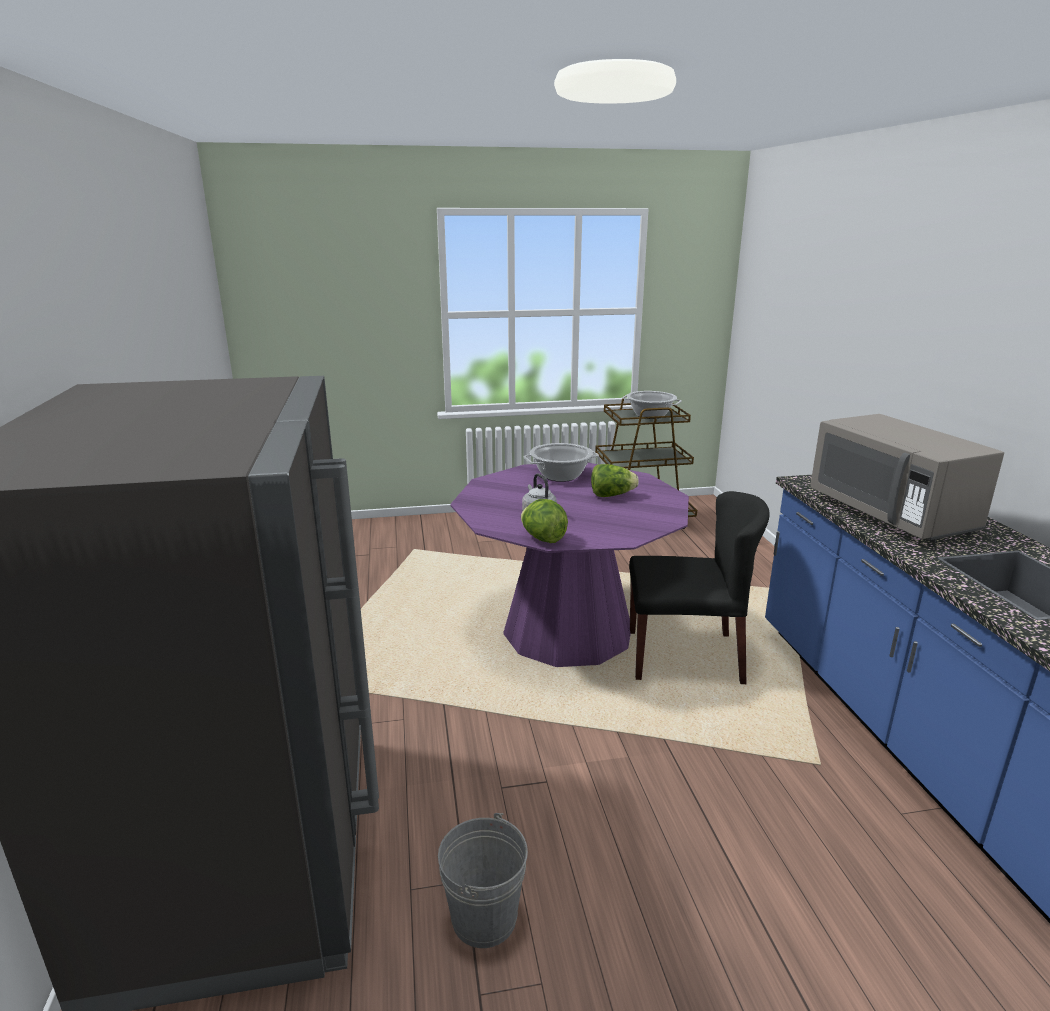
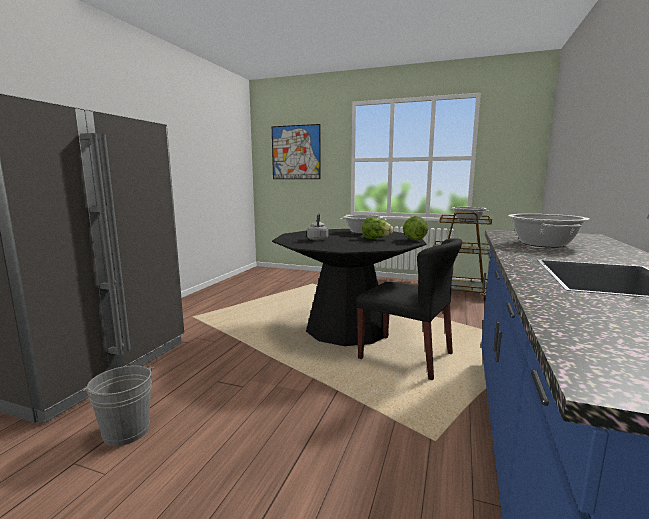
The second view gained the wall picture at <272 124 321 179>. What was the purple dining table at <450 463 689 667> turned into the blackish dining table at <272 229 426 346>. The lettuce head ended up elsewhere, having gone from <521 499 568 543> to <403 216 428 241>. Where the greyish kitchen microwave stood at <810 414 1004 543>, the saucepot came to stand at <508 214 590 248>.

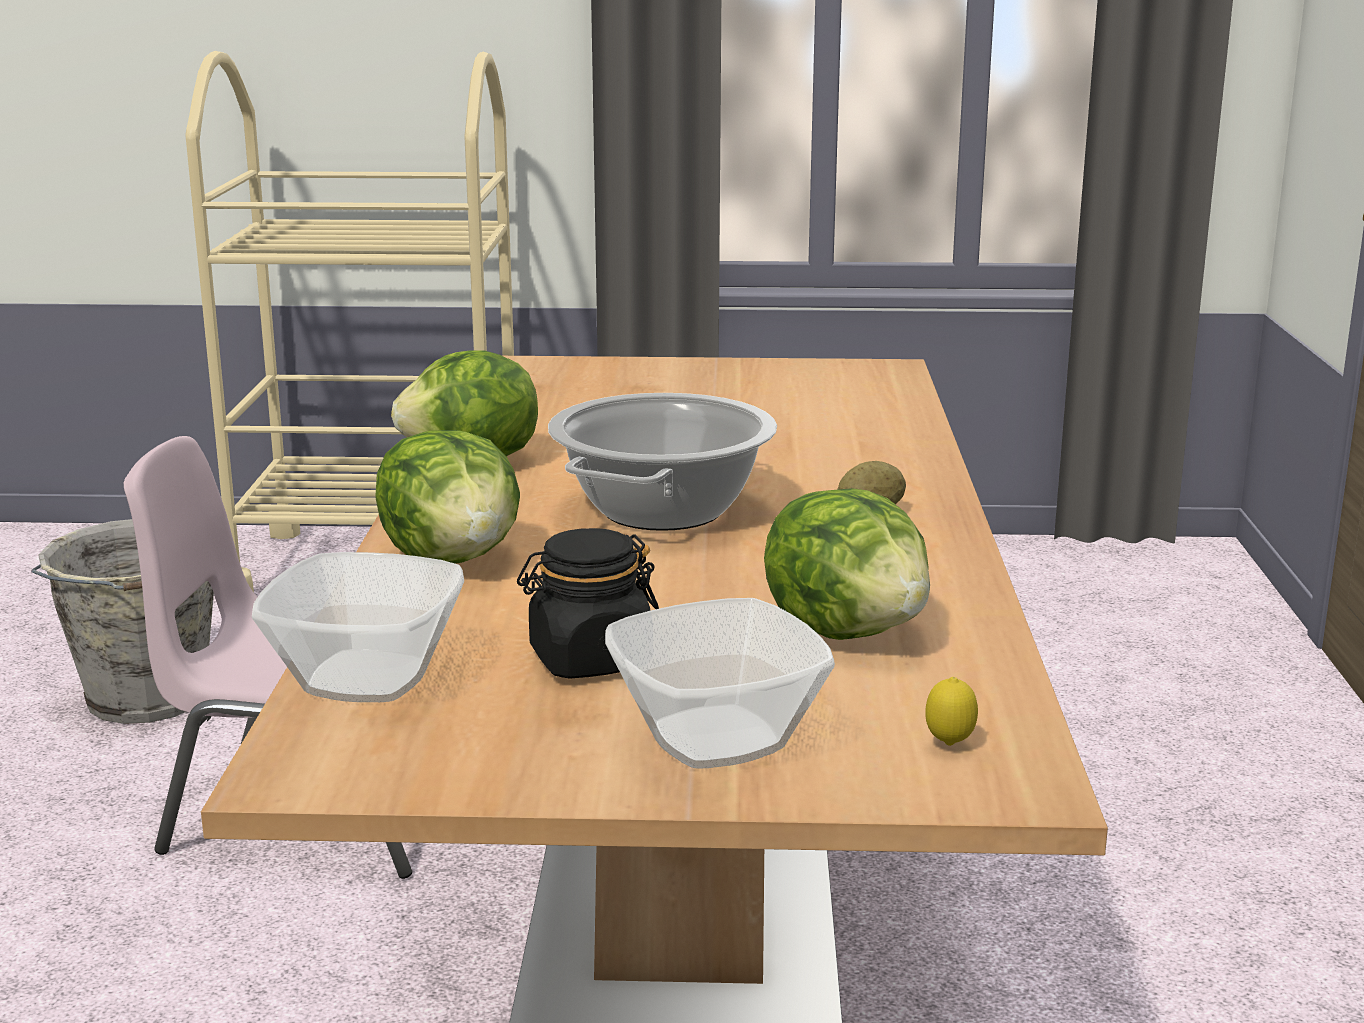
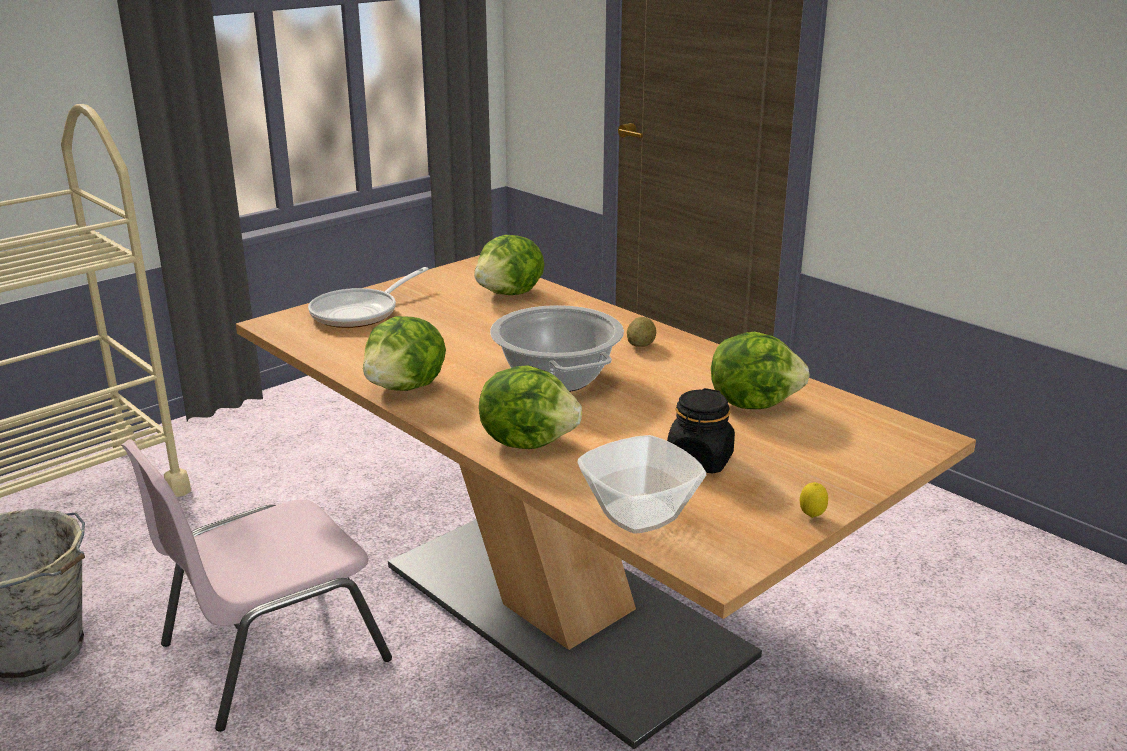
The second view gained the pan at <308 267 429 328>. The second view gained the lettuce head at <474 235 544 295>. The lemon ended up elsewhere, having gone from <925 677 978 746> to <800 482 828 518>. The second view lost the serving bowl at <605 598 835 768>.

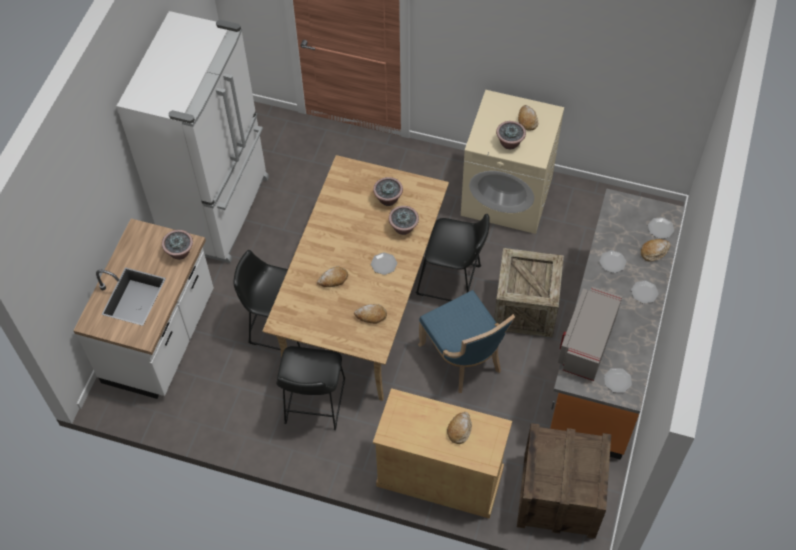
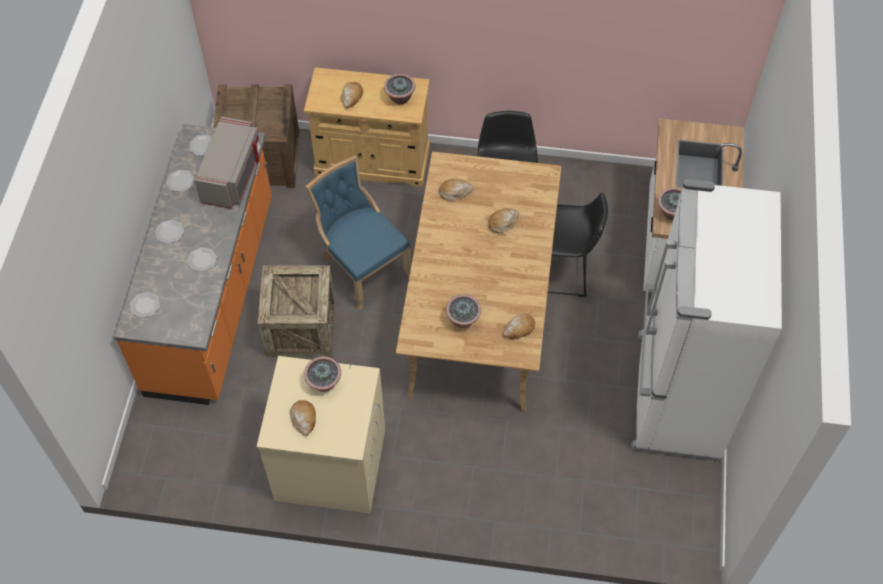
The dinner plate ended up elsewhere, having gone from <371 252 397 275> to <166 170 195 192>. The plant in a pot ended up elsewhere, having gone from <389 206 419 235> to <384 74 415 105>. The bakery bread ended up elsewhere, having gone from <641 239 671 262> to <503 313 535 339>. The second view lost the blackish sitting stool at <416 214 490 301>.

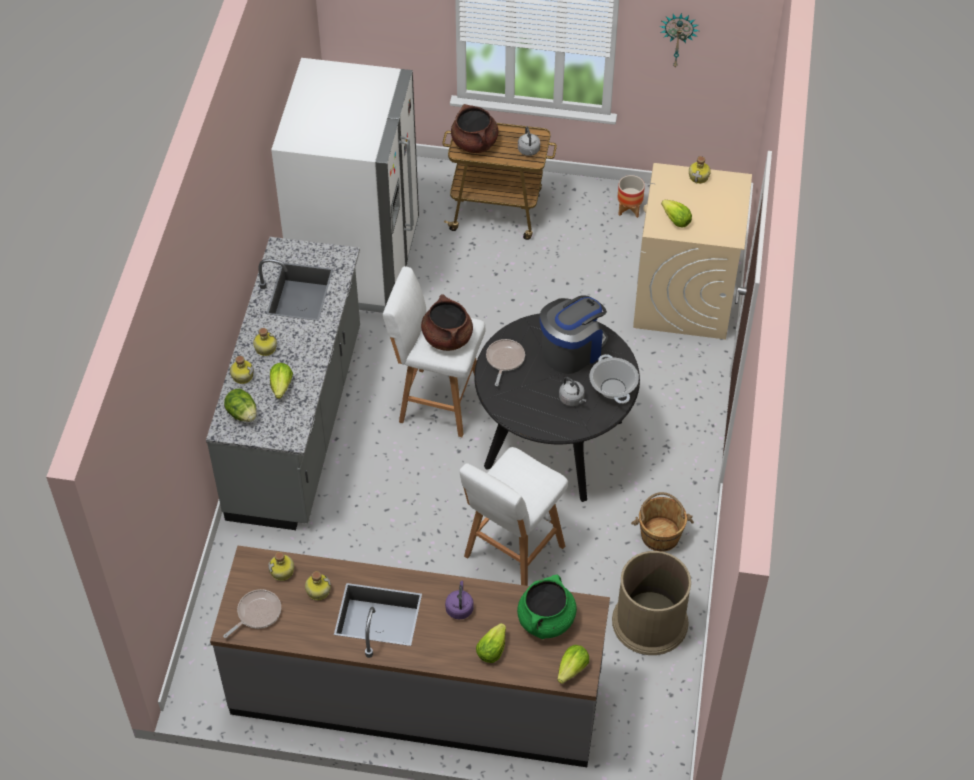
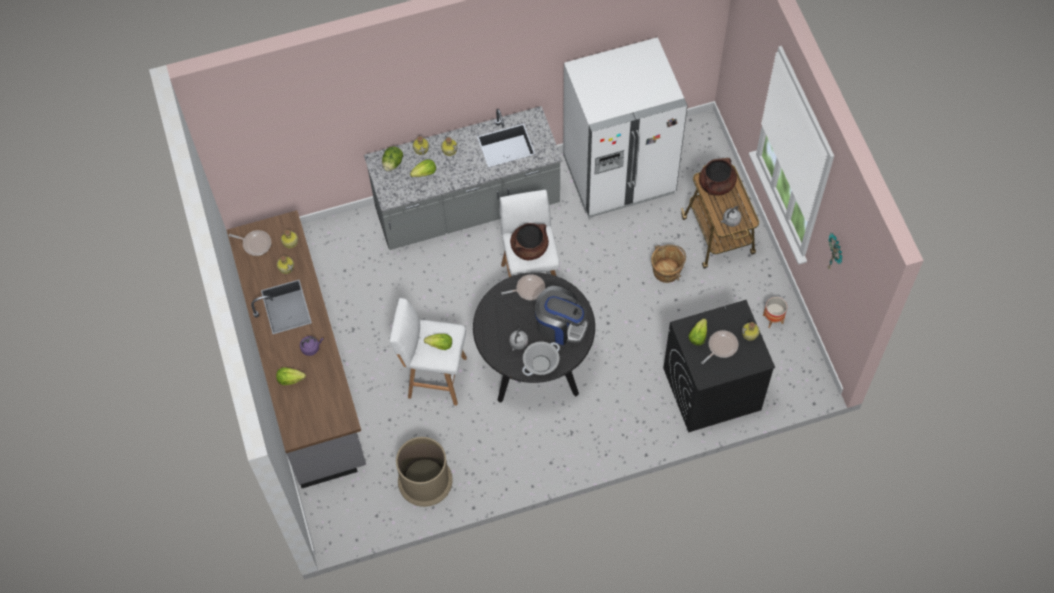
The lettuce head ended up elsewhere, having gone from <557 645 589 684> to <424 334 452 350>. The brownish bucket ended up elsewhere, having gone from <631 492 694 552> to <651 244 686 283>. What was the beige laundry appliance at <633 163 752 339> turned into the blackish laundry appliance at <663 300 775 432>. The second view gained the pan at <701 330 738 364>. The second view lost the green-coloured saucepot at <517 575 577 639>.

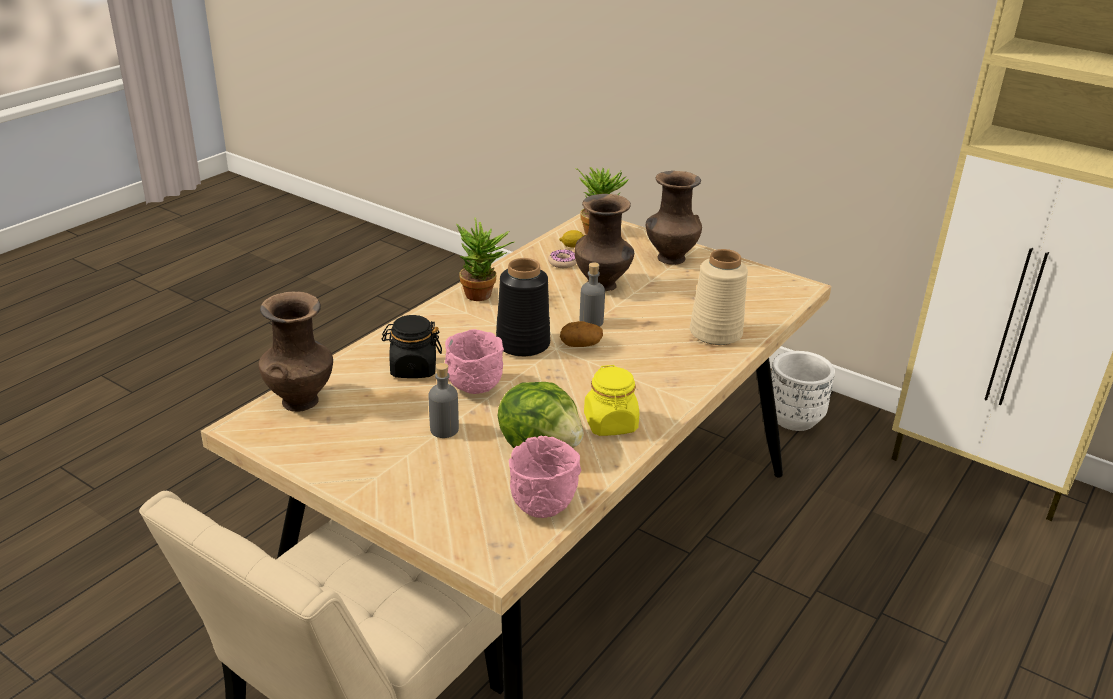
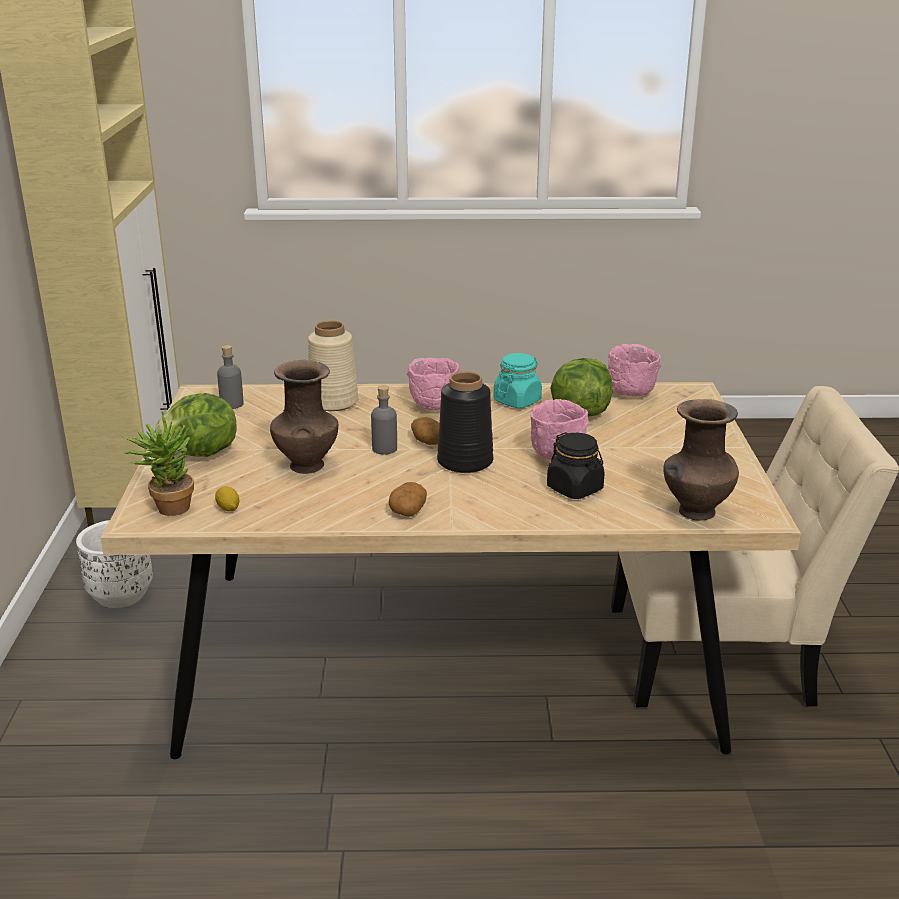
Where the brownish flower vase stood at <646 171 702 265>, the lettuce head came to stand at <155 393 237 457>. The greyish bottle ended up elsewhere, having gone from <428 363 459 438> to <217 345 244 409>. Where the plant in a pot stood at <456 218 515 301>, the potato came to stand at <389 482 427 516>. The second view gained the pinkish serving bowl at <407 358 459 410>. What was the yellow jar at <584 365 639 436> turned into the turquoise-coloured jar at <494 353 542 408>. The second view lost the doughnut at <548 250 576 268>.

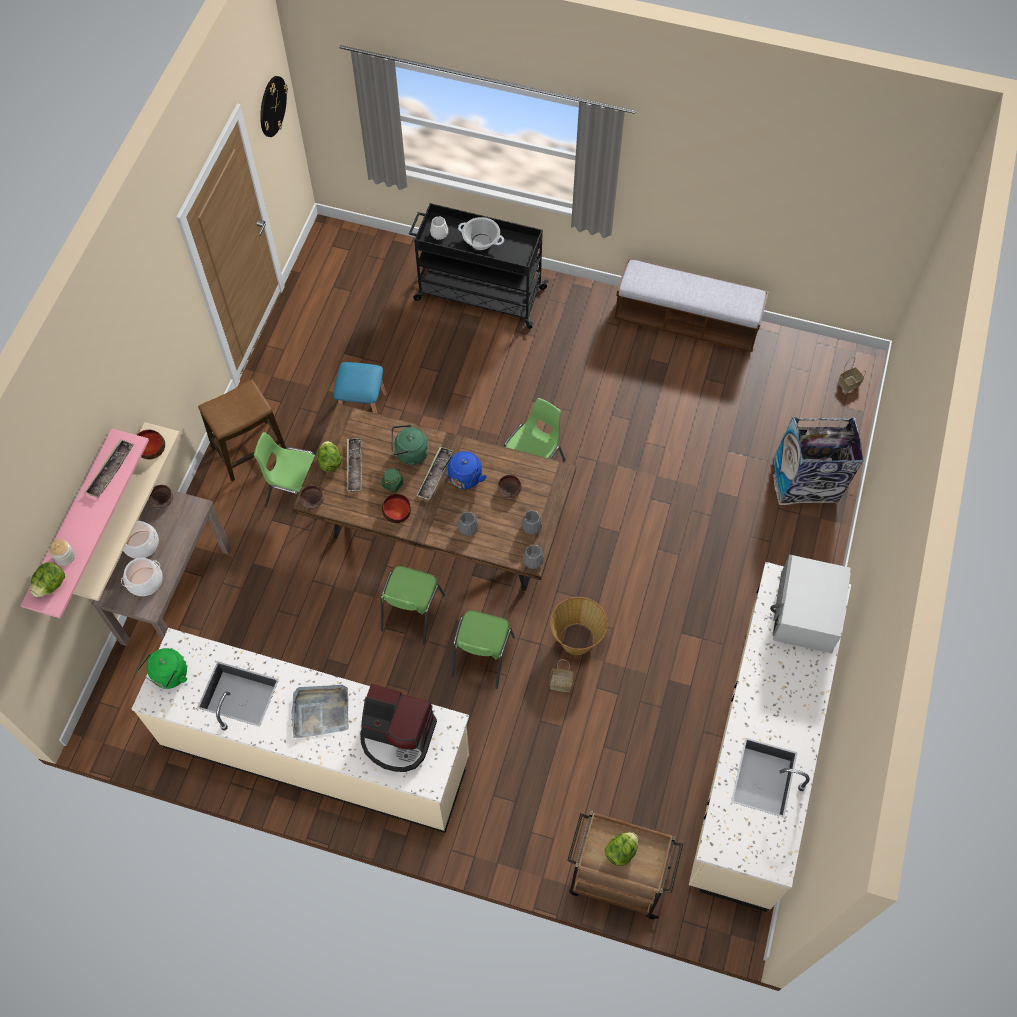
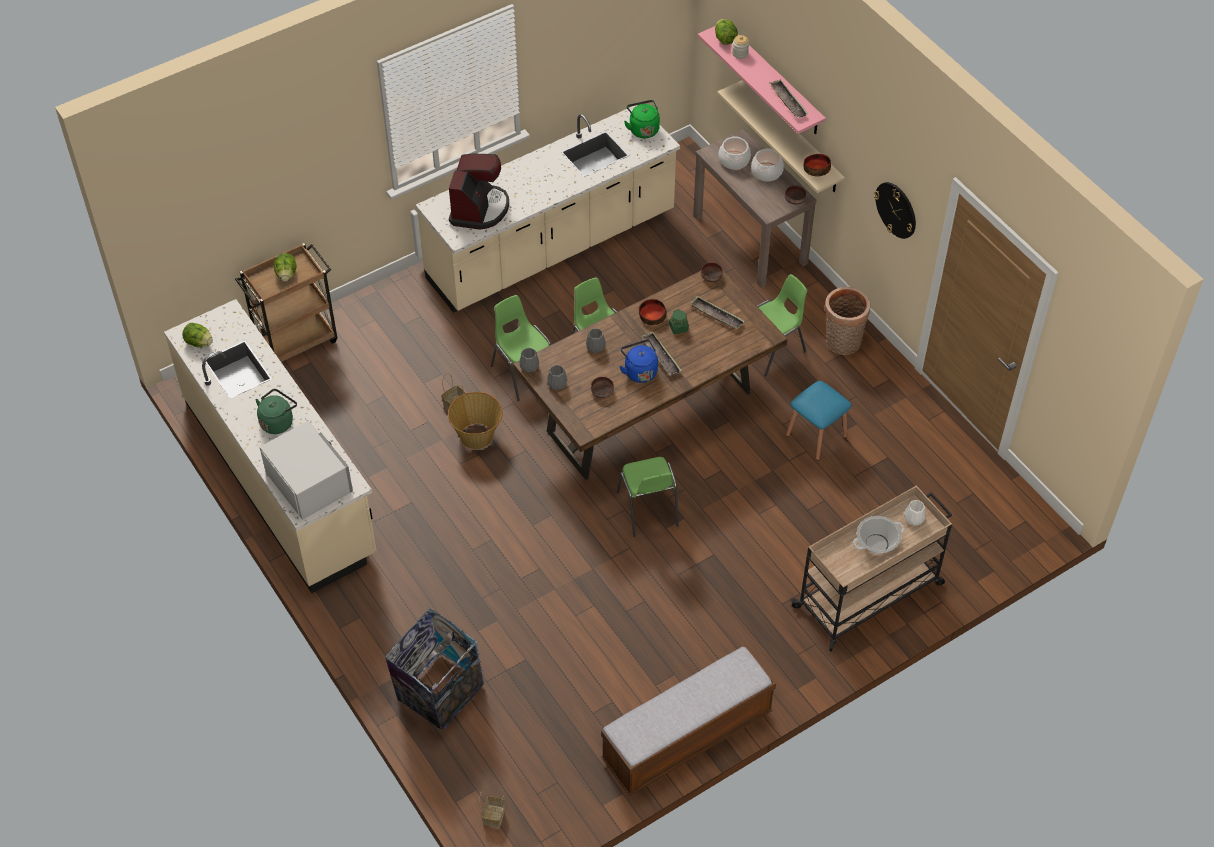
The lettuce head ended up elsewhere, having gone from <317 441 341 472> to <182 323 213 347>. The green-coloured tea kettle ended up elsewhere, having gone from <392 425 429 466> to <255 389 297 434>. The coffee brewer at <360 684 437 772> ended up facing another way, 135 degrees clockwise from before. What was the blackish trolley at <409 203 549 329> turned into the beige trolley at <791 486 952 652>. Where the sitting stool stood at <198 379 286 481>, the household basket came to stand at <824 287 870 355>. The hanging clock ended up elsewhere, having gone from <260 76 288 137> to <874 182 916 239>. The second view lost the greyish serving tray at <292 685 348 738>.

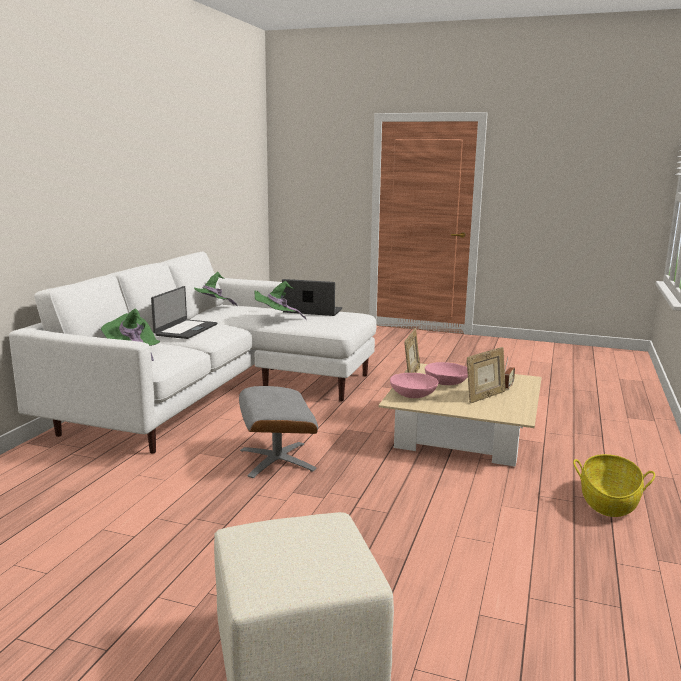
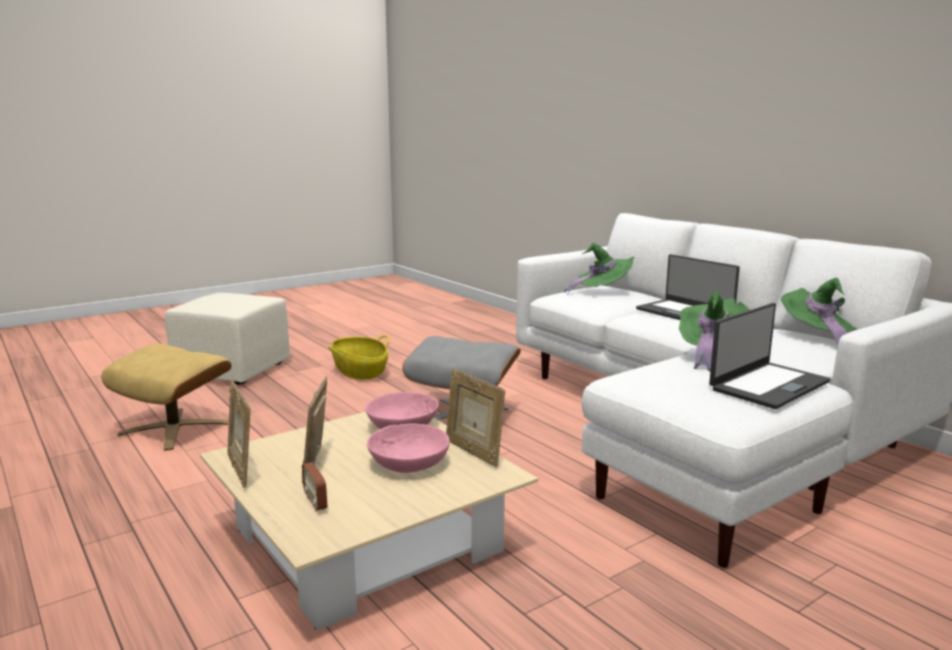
The second view gained the beige pouffe at <101 343 232 451>. The second view gained the standing frame at <227 381 250 488>. The household basket ended up elsewhere, having gone from <573 454 655 517> to <328 335 390 380>.

